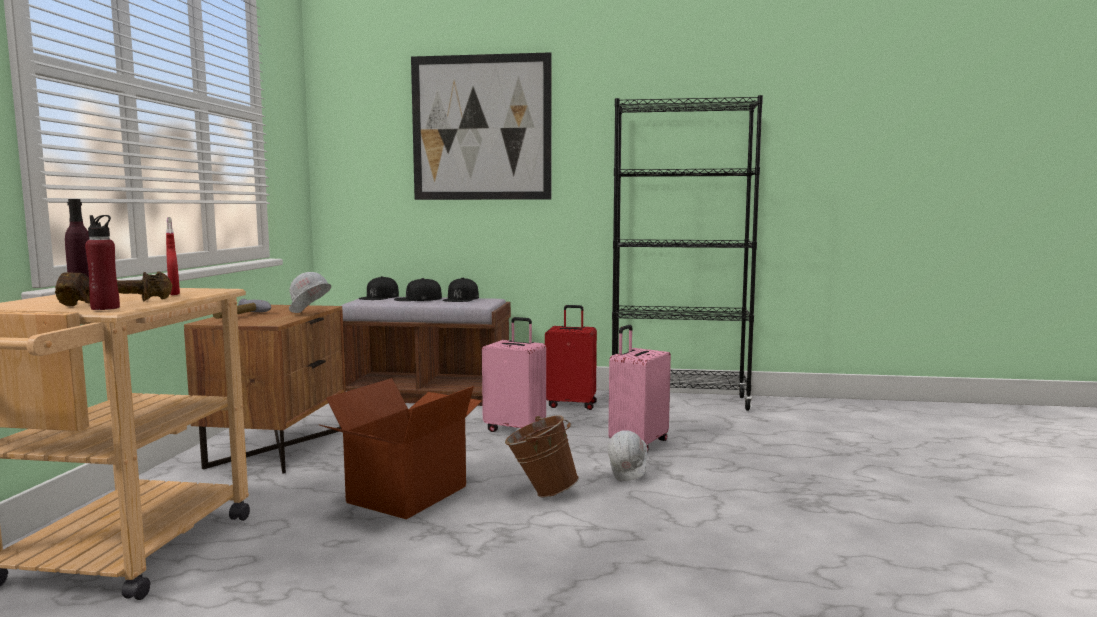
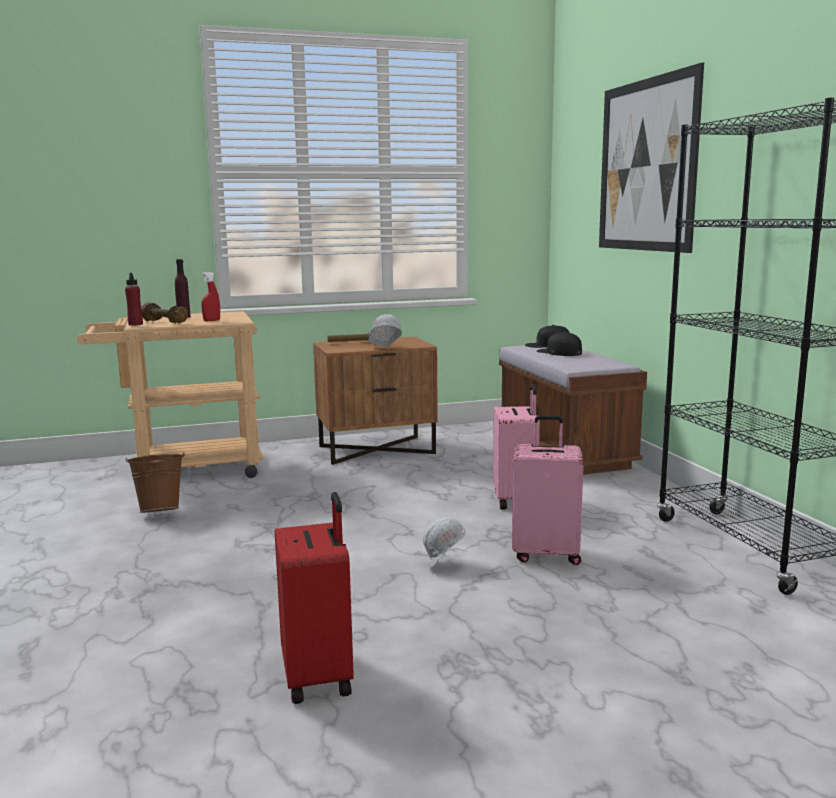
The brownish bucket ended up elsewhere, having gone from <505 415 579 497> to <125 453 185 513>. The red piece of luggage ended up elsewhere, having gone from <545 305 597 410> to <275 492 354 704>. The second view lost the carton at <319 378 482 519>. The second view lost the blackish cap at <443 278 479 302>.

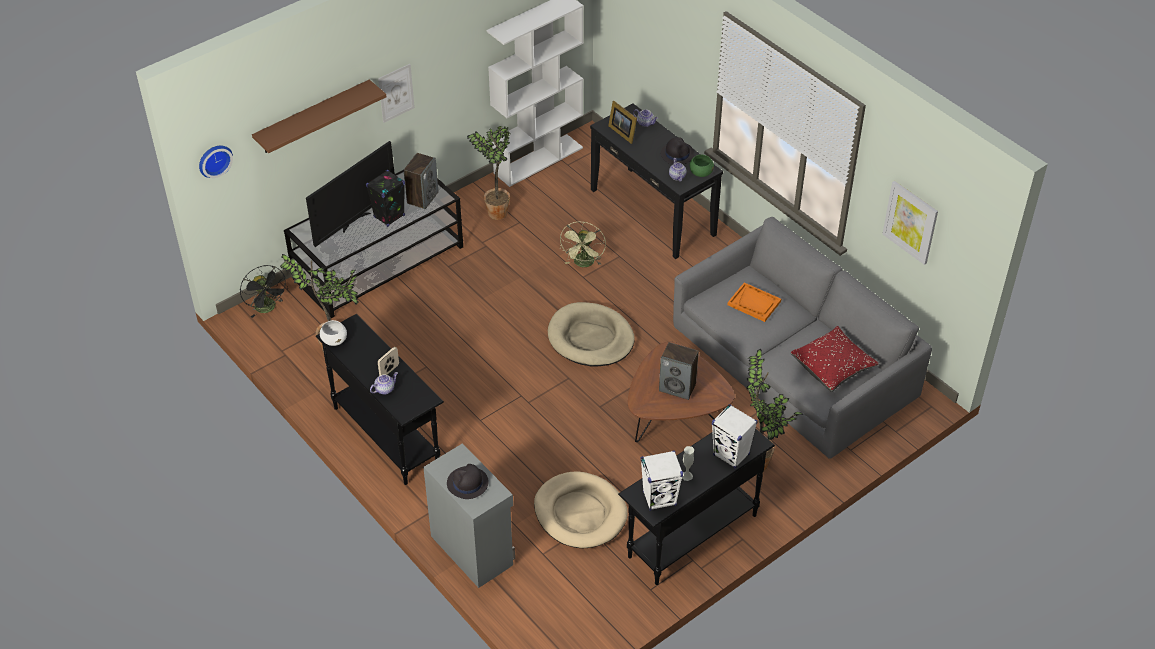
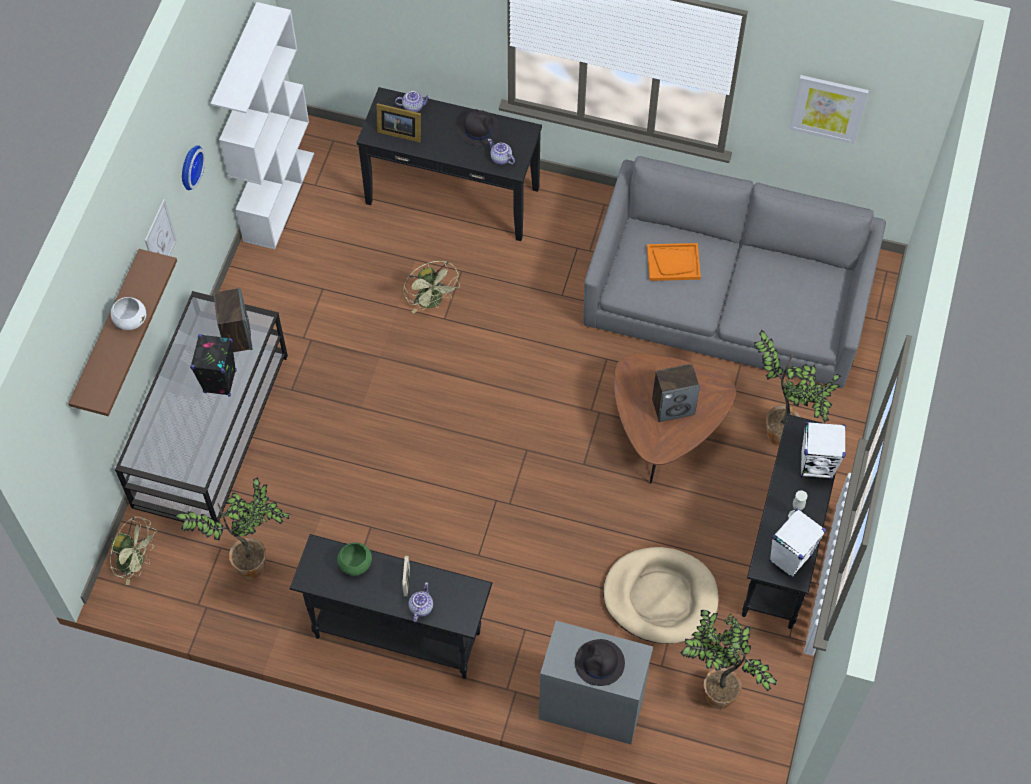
What was the blackish cooling fan at <240 265 288 318> turned into the green-coloured cooling fan at <110 517 157 585>. The white serving bowl ended up elsewhere, having gone from <320 320 347 346> to <111 297 146 330>. The hanging clock ended up elsewhere, having gone from <199 145 233 178> to <182 145 205 190>. The green-coloured serving bowl ended up elsewhere, having gone from <690 155 714 177> to <337 543 372 576>. The plant in a pot ended up elsewhere, having gone from <467 126 510 220> to <680 610 777 709>. The second view lost the TV set at <306 141 395 247>. The second view lost the beige dog cushion at <548 302 635 367>. The second view lost the red cushion at <791 326 879 392>.

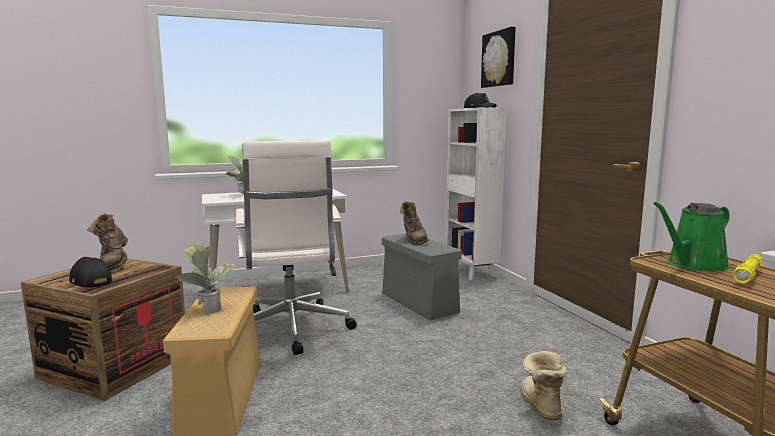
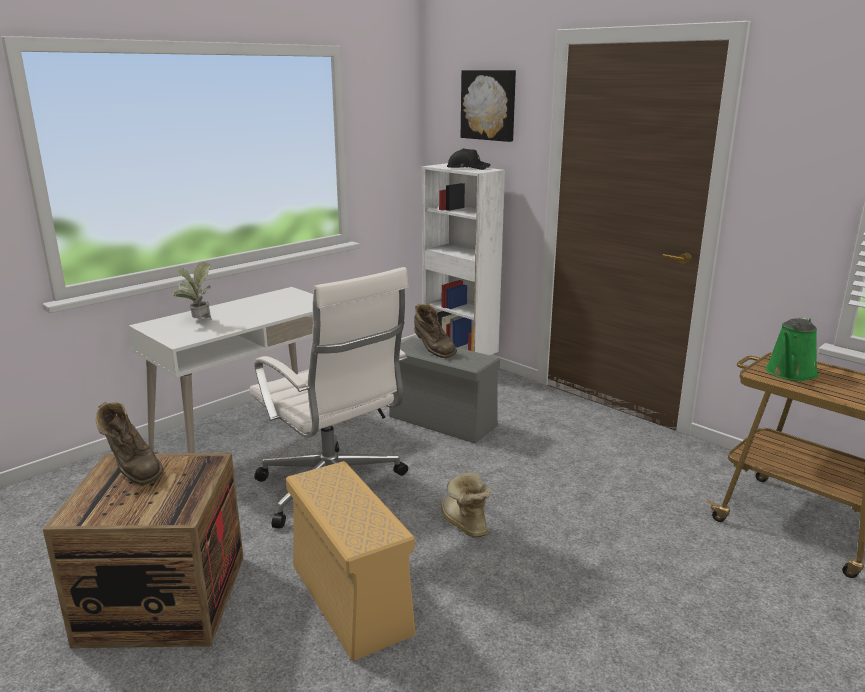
The boot ended up elsewhere, having gone from <520 351 567 420> to <441 473 491 538>. The second view lost the blackish cap at <69 257 113 288>. The second view lost the plant in a pot at <176 243 235 314>. The second view lost the yellow flashlight at <733 254 763 283>.

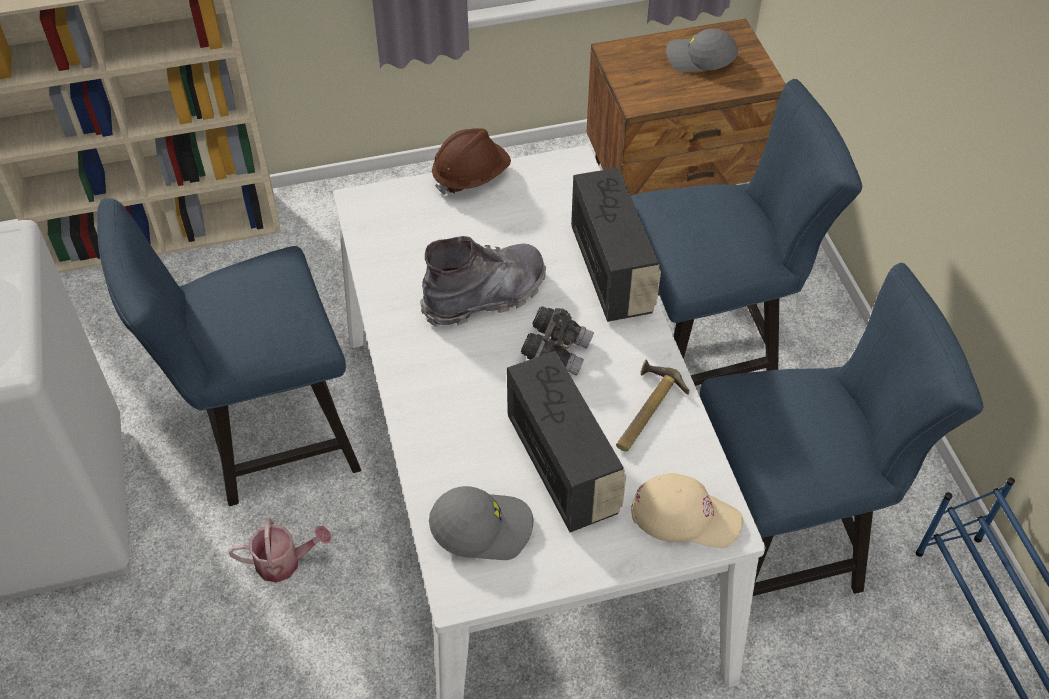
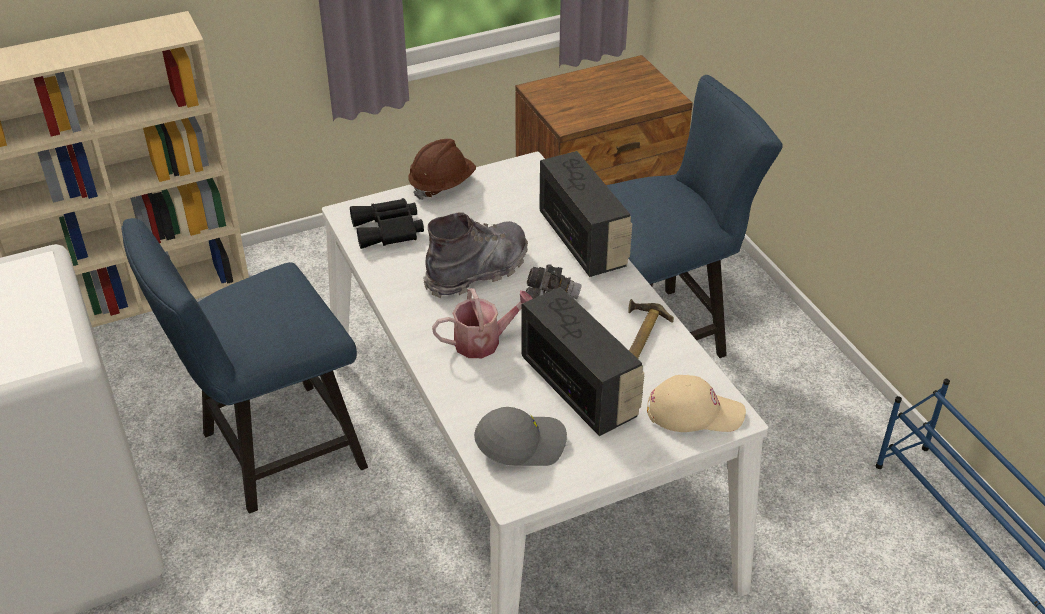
The second view gained the blackish pair of binoculars at <350 198 424 249>. The sprinkling can ended up elsewhere, having gone from <229 519 332 583> to <432 288 533 358>. The second view lost the greyish cap at <666 28 738 72>. The second view lost the blue-coloured upright chair at <700 263 984 596>.

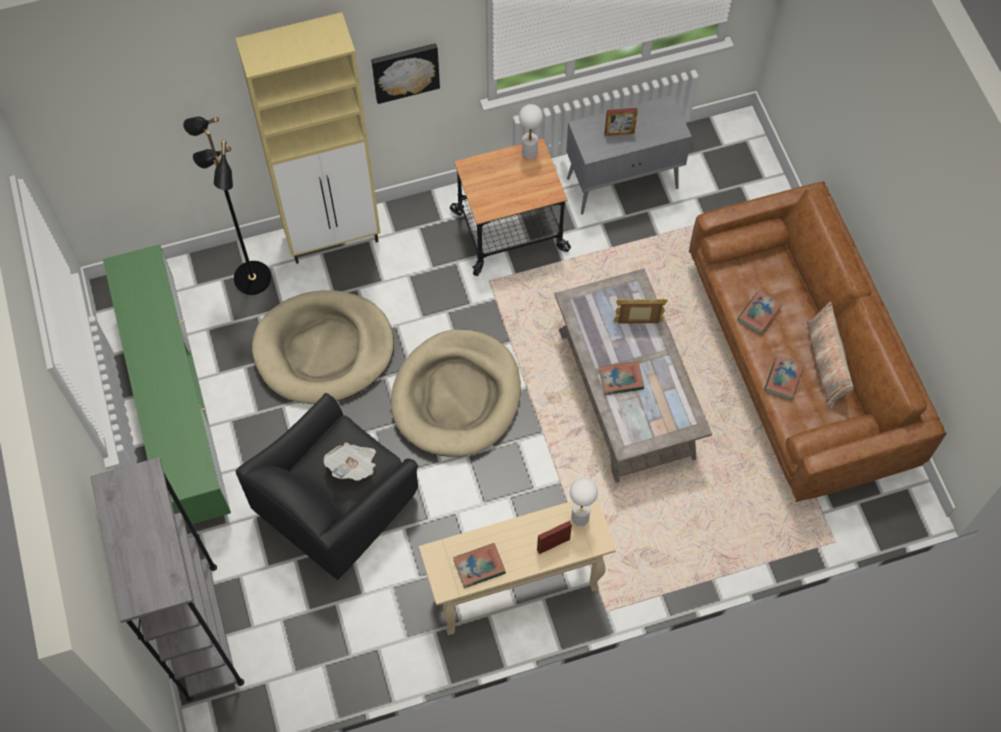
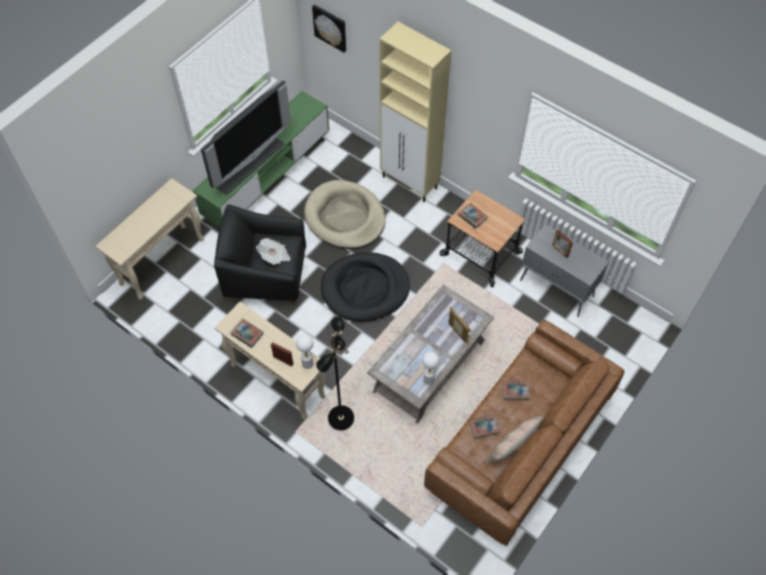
Where the greyish shelving unit stood at <90 457 244 701>, the beige narrow table came to stand at <95 178 204 300>. The second view gained the TV set at <201 80 291 195>. The wall picture ended up elsewhere, having gone from <371 43 440 104> to <312 5 346 53>. The blackish floor lamp ended up elsewhere, having gone from <183 117 271 295> to <316 316 354 430>. What was the beige dog cushion at <391 329 521 457> turned into the blackish dog cushion at <321 252 410 322>. The white lamp for a table ended up elsewhere, having gone from <519 104 543 159> to <422 352 439 385>. The book ended up elsewhere, having gone from <599 361 644 395> to <458 203 488 229>.

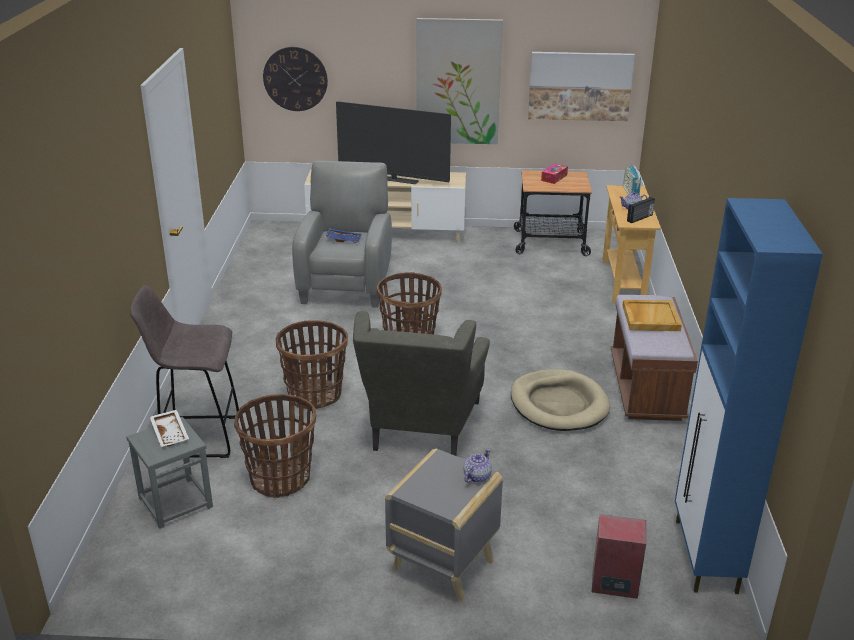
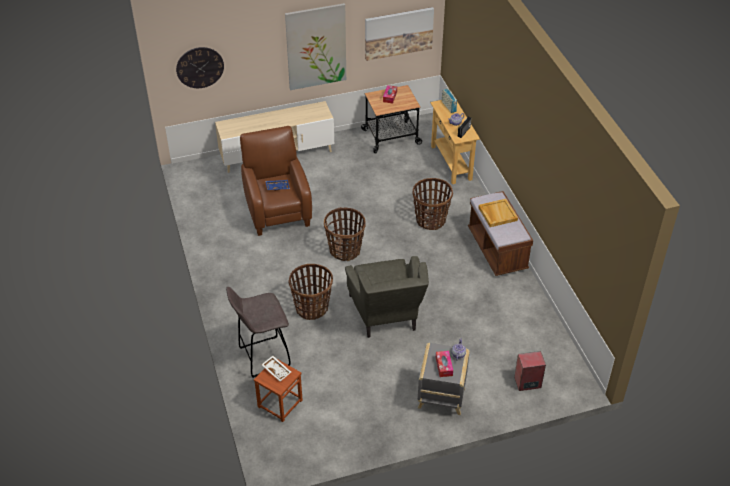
What was the greyish easy chair at <292 161 392 308> turned into the brownish easy chair at <240 126 312 236>. What was the greyish sitting stool at <126 417 213 529> turned into the brownish sitting stool at <254 358 302 422>. The household basket ended up elsewhere, having gone from <234 394 316 498> to <413 178 453 230>. The second view gained the tissue box at <436 351 453 377>. The second view lost the TV set at <336 101 451 184>. The second view lost the beige dog cushion at <511 369 610 431>. The second view lost the blue-coloured cabinet at <675 198 823 594>.

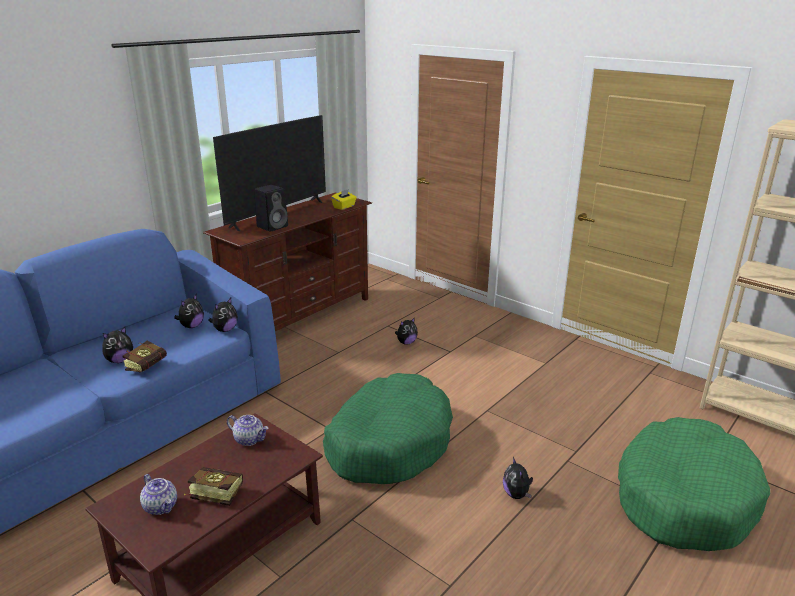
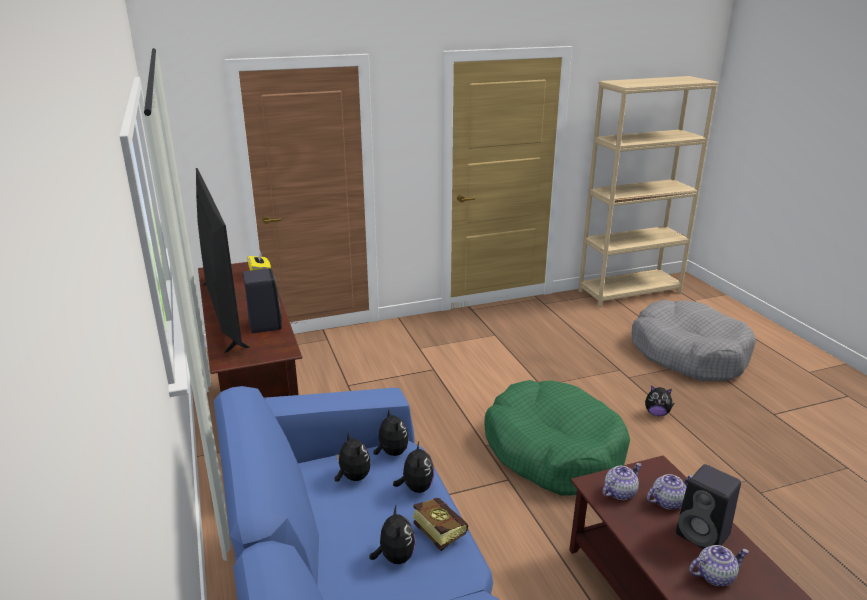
The soft toy ended up elsewhere, having gone from <395 318 418 345> to <393 442 435 493>. What was the green-coloured dog cushion at <618 417 770 551> turned into the greyish dog cushion at <632 300 756 381>. The second view gained the pot for tea at <647 474 693 510>. Where the book stood at <184 467 243 506>, the blackish speaker came to stand at <676 464 741 549>.

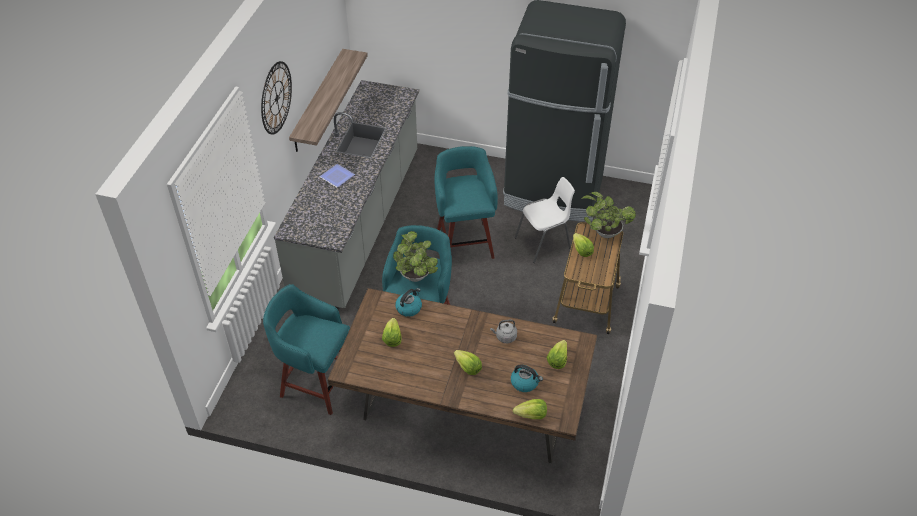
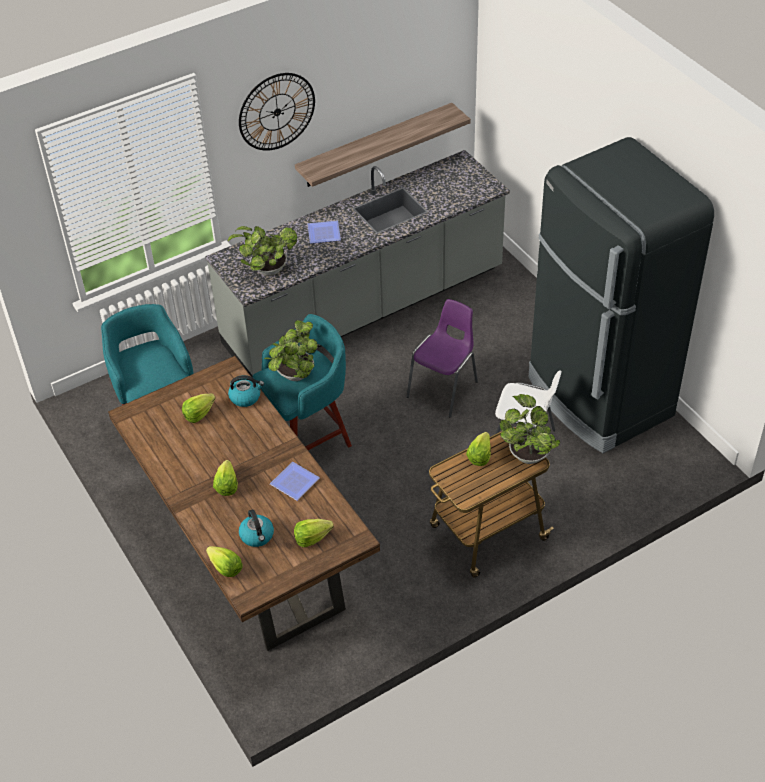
The second view gained the plant in a pot at <228 226 297 276>. Where the greyish tea kettle stood at <490 320 517 343>, the dinner plate came to stand at <270 462 320 501>. Where the turquoise-coloured sitting stool stood at <434 146 498 259>, the purple upright chair came to stand at <406 299 478 417>.

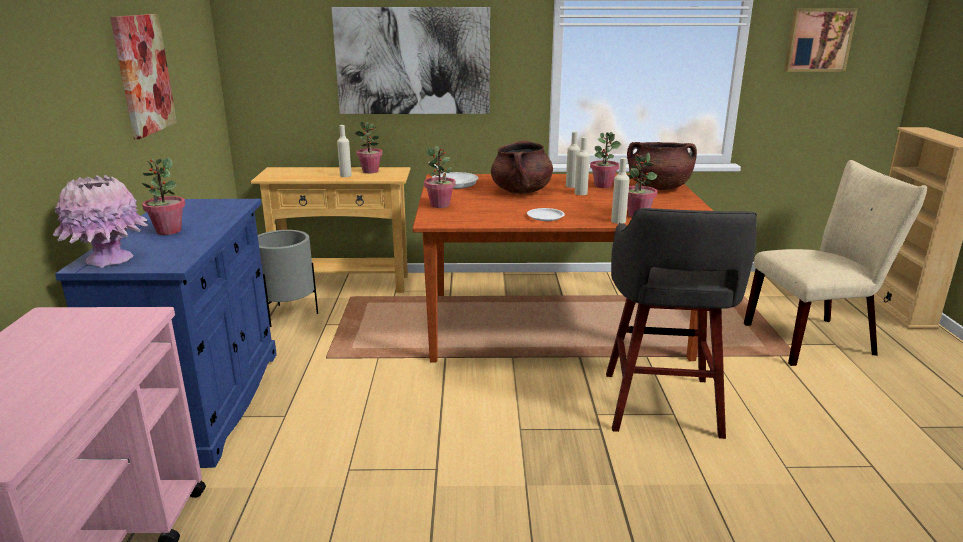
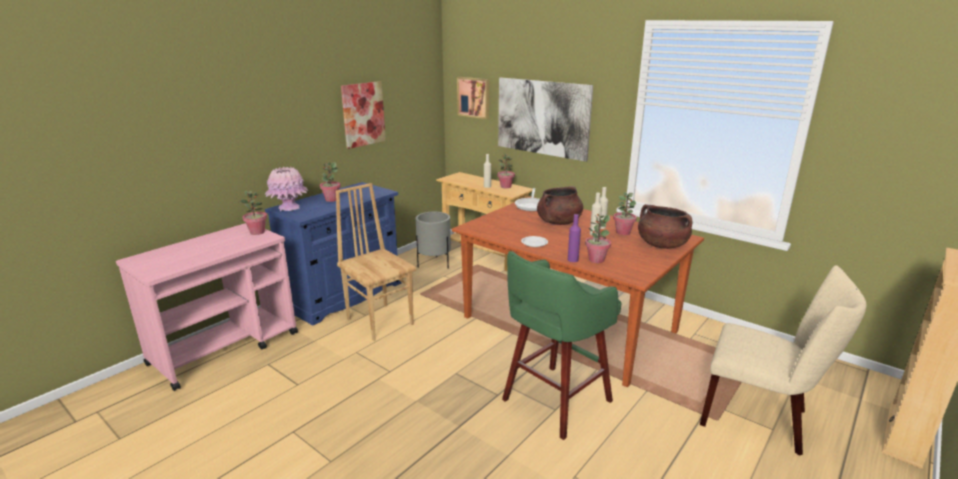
The plant in a pot ended up elsewhere, having gone from <424 146 455 208> to <240 191 267 235>. The second view gained the brownish upright chair at <336 183 416 341>. The wall picture ended up elsewhere, having gone from <784 9 858 72> to <457 77 489 119>. What was the greyish sitting stool at <606 208 757 439> turned into the green-coloured sitting stool at <502 251 622 440>. What was the beige bottle at <611 158 630 224> turned into the purple bottle at <568 214 581 262>.

